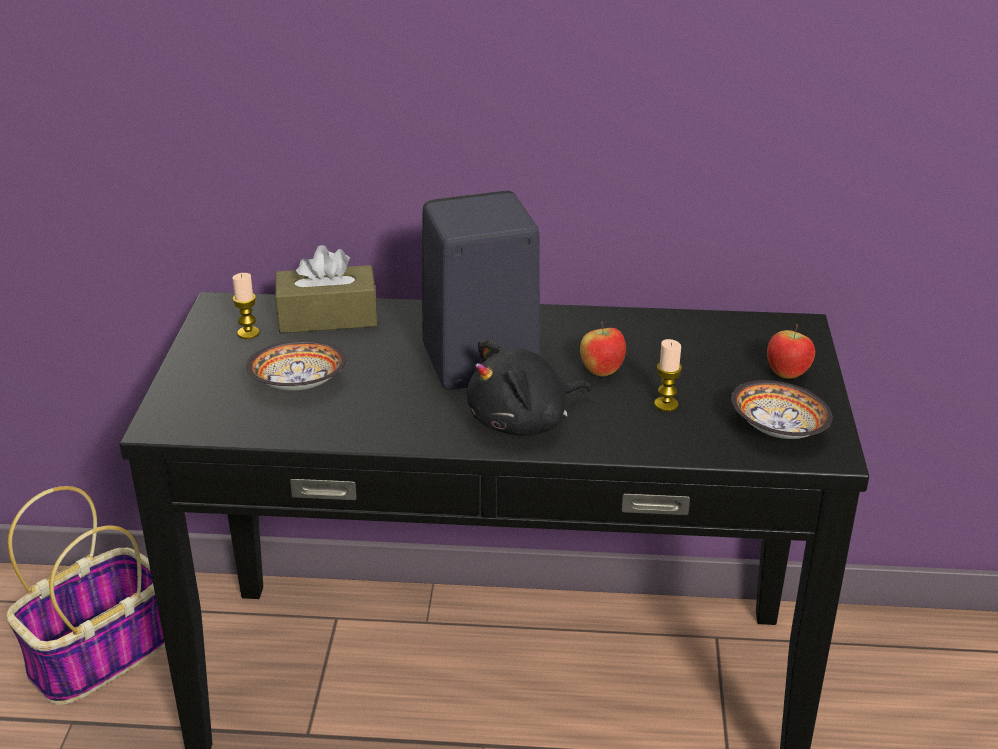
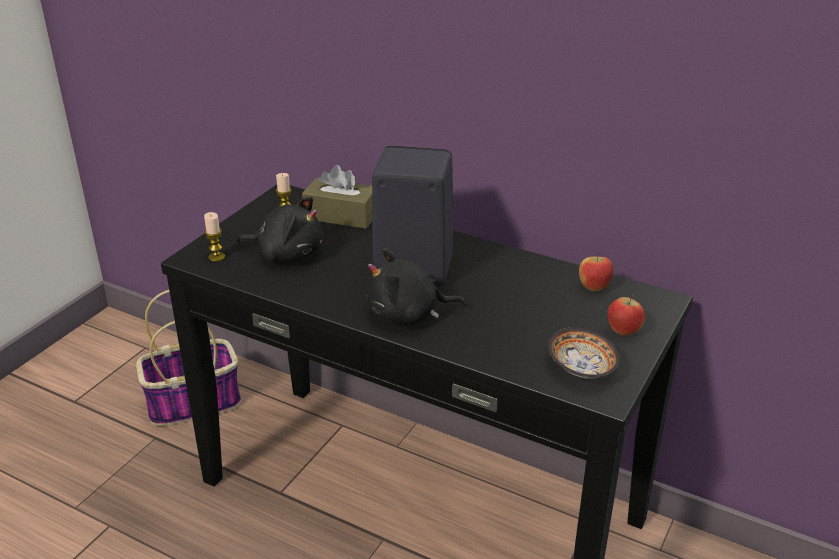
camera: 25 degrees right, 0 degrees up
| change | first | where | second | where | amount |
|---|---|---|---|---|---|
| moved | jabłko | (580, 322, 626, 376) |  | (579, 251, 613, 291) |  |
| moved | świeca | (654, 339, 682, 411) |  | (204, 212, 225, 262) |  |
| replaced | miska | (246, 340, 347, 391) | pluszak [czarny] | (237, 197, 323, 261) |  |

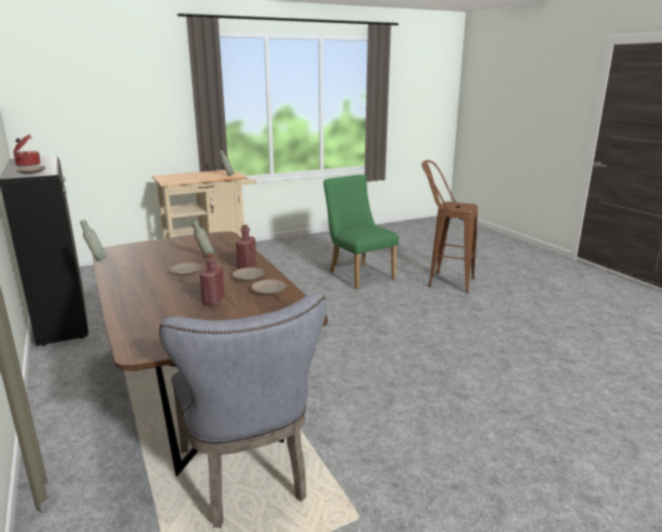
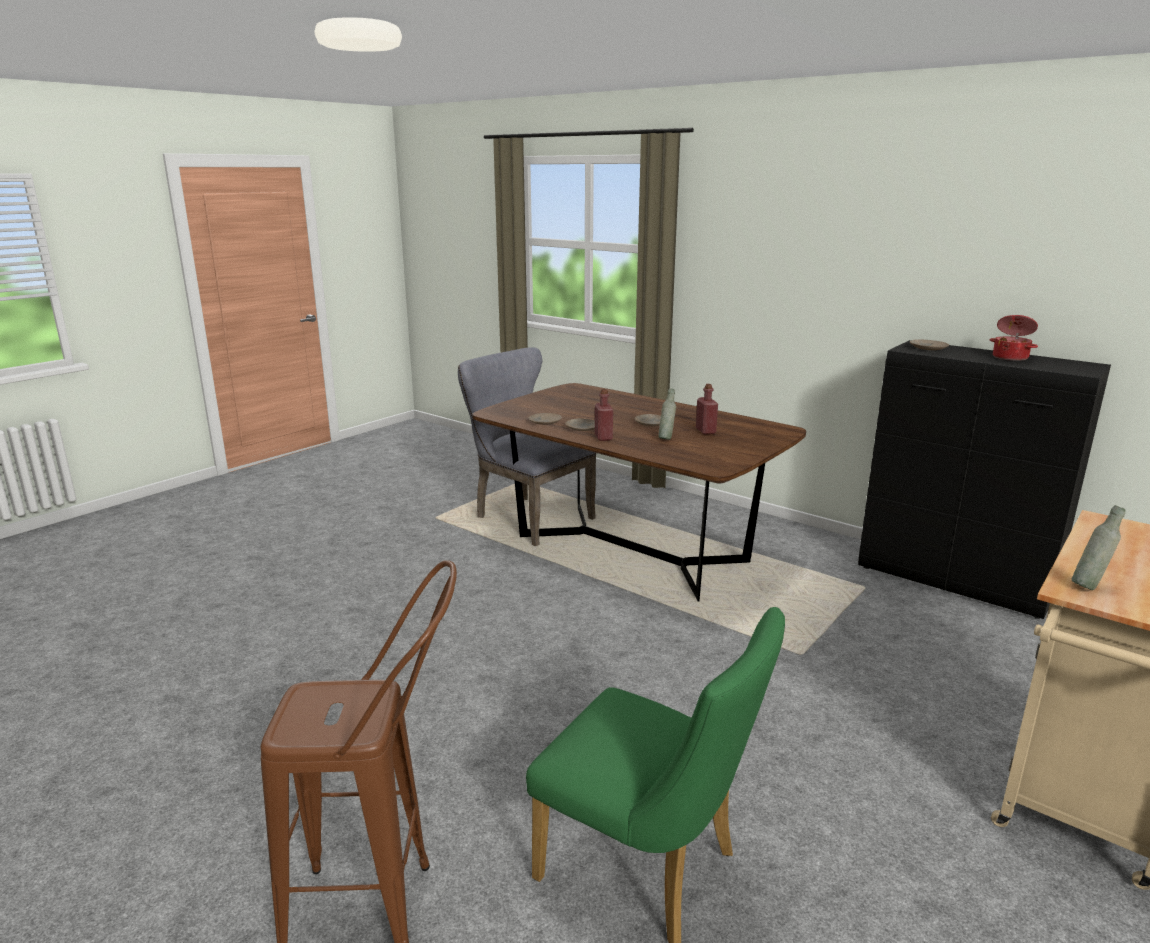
camera: 155 degrees right, 0 degrees up
| change | first | where | second | where | amount |
|---|---|---|---|---|---|
| removed | butelka [szary] | (80, 220, 107, 261) |  |  |  |
| moved | butelka [czerwony] | (200, 253, 225, 306) |  | (696, 384, 718, 434) |  |

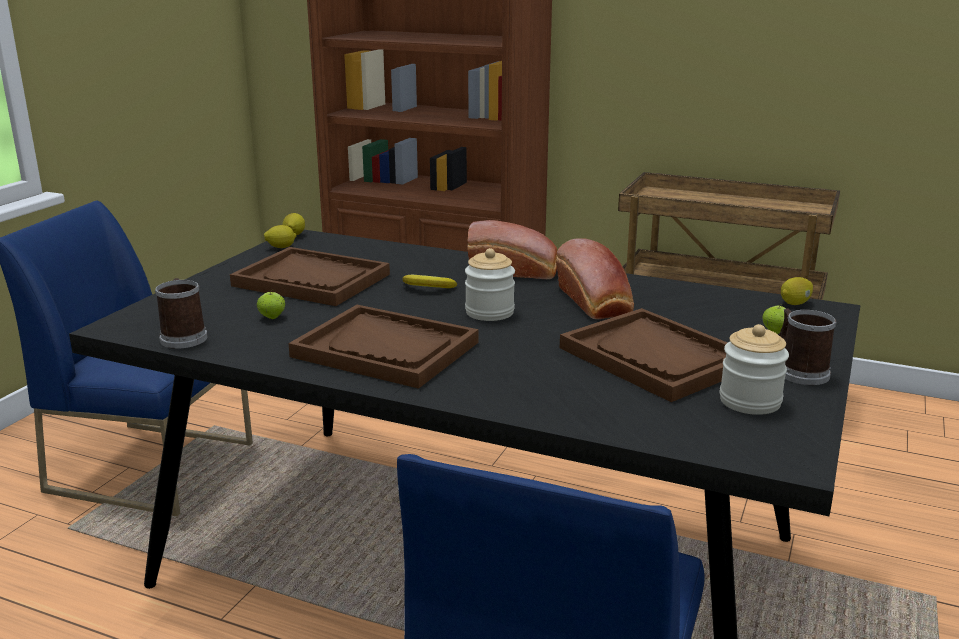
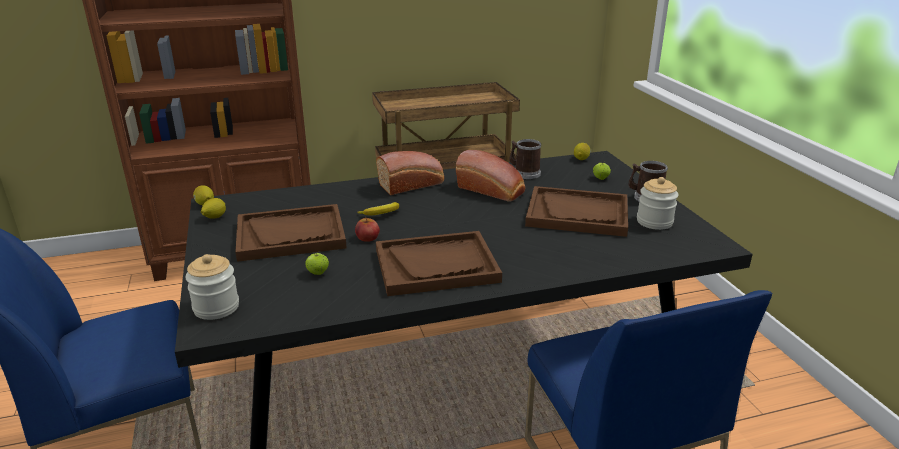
camera: 40 degrees left, 5 degrees up
| change | first | where | second | where | amount |
|---|---|---|---|---|---|
| added |  |  | jabłko | (355, 216, 380, 242) |  |
| moved | kubek | (155, 278, 208, 349) |  | (510, 139, 541, 179) |  |
| moved | słoik | (465, 248, 515, 321) |  | (185, 254, 239, 320) |  |

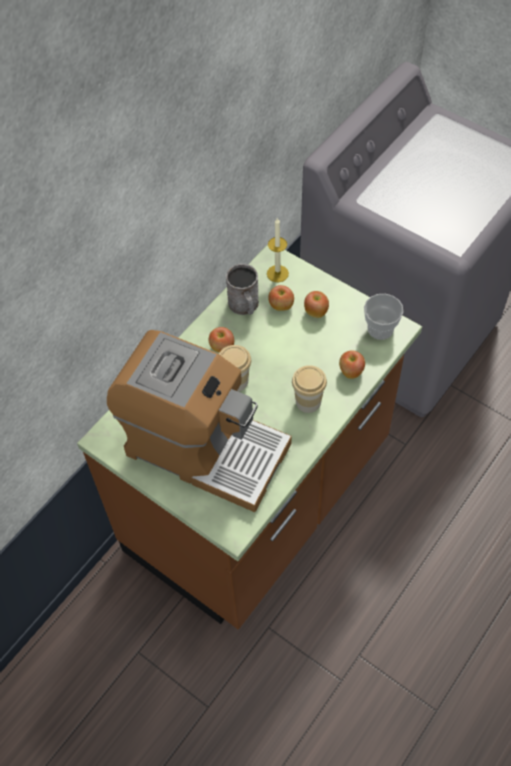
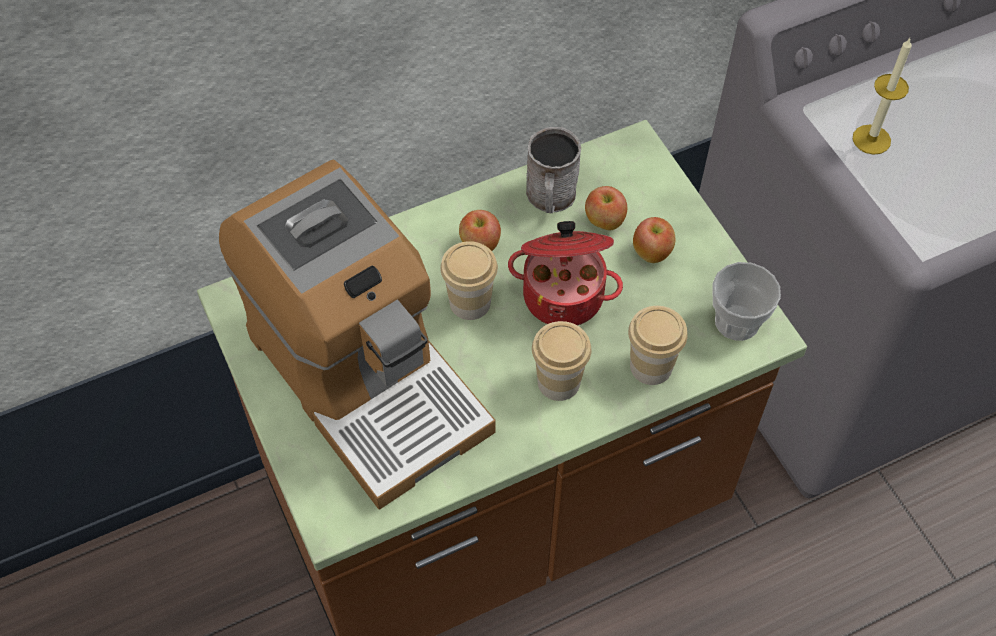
camera: 25 degrees right, 0 degrees up
| change | first | where | second | where | amount |
|---|---|---|---|---|---|
| added |  |  | garnek | (508, 221, 623, 326) |  |
| moved | świeca | (267, 218, 289, 282) |  | (853, 38, 912, 155) |  |
| replaced | jabłko | (339, 350, 365, 379) | filiżanka | (628, 306, 688, 385) |  |

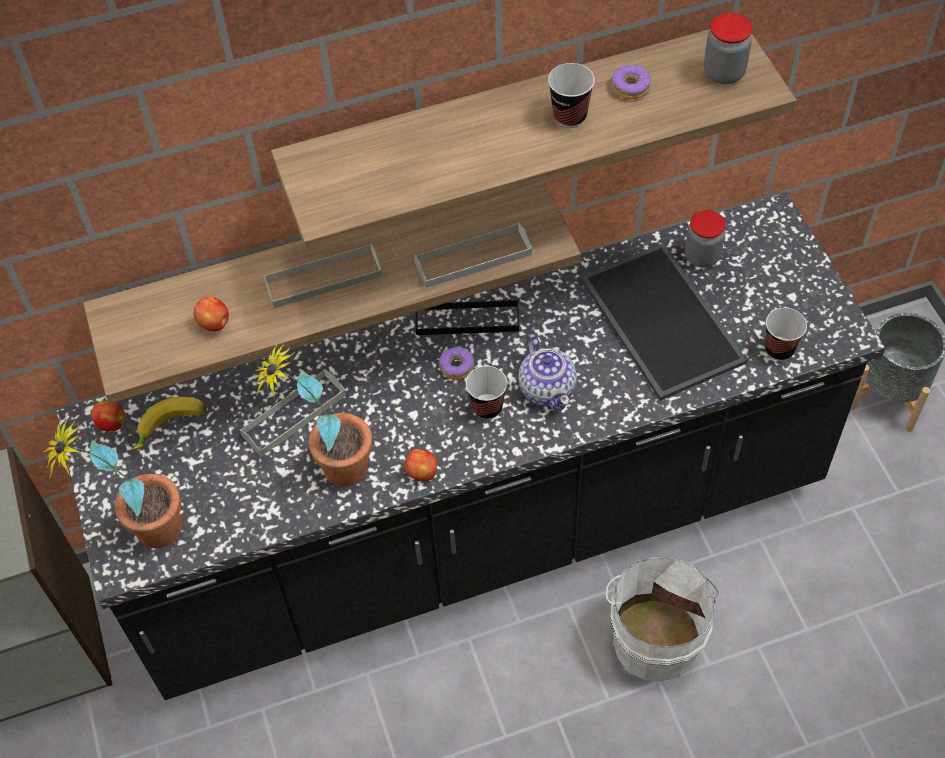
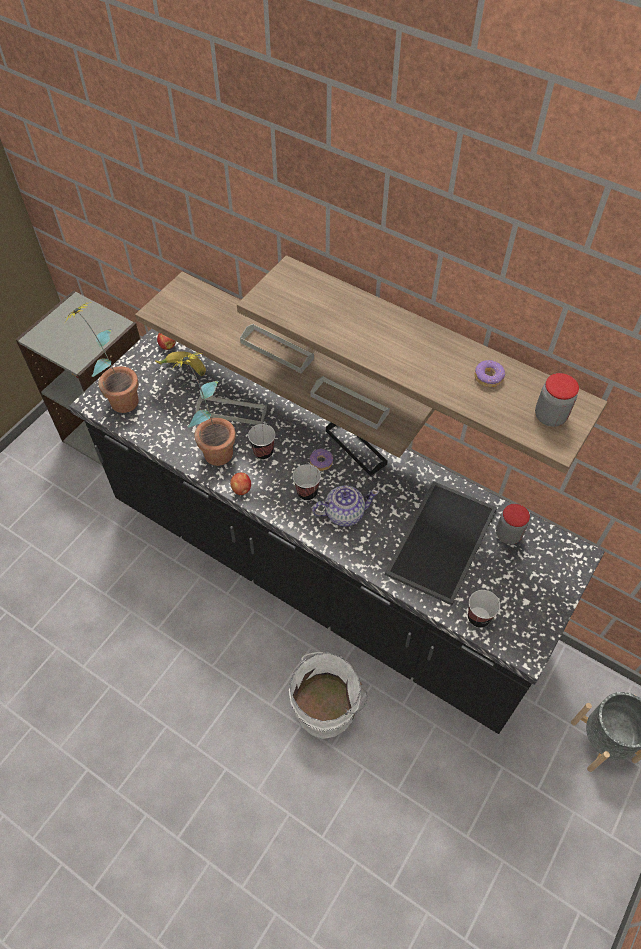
camera: 50 degrees right, 0 degrees up
| change | first | where | second | where | amount |
|---|---|---|---|---|---|
| removed | jabłko | (194, 296, 229, 332) |  |  |  |
| moved | filiżanka | (548, 63, 595, 128) |  | (248, 424, 275, 460) |  |
| turned | imbryk | (518, 334, 577, 411) |  | (312, 485, 379, 527) | 135 degrees counterclockwise |

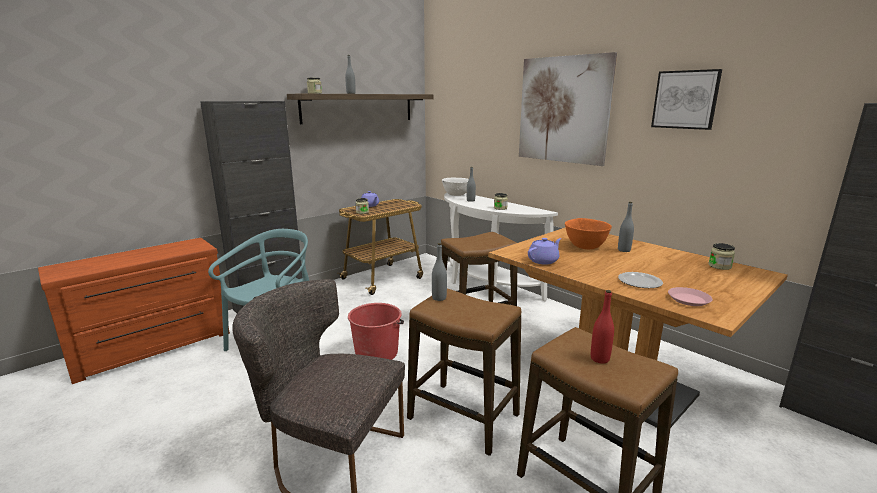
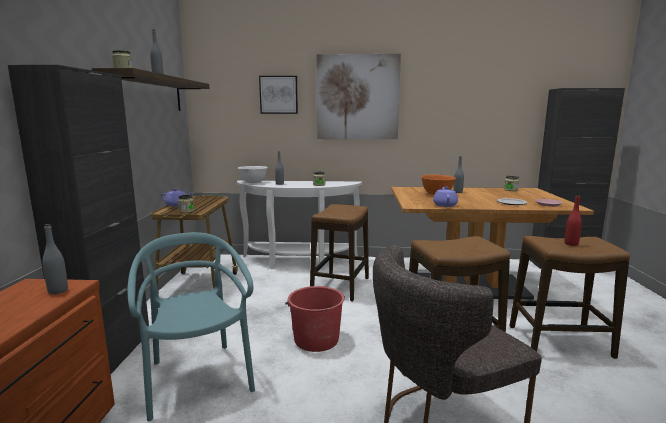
camera: 45 degrees left, 5 degrees down
| change | first | where | second | where | amount |
|---|---|---|---|---|---|
| moved | butelka [szary] | (432, 243, 447, 301) |  | (42, 224, 68, 294) |  |
| moved | obraz | (651, 69, 722, 130) |  | (259, 76, 298, 114) |  |

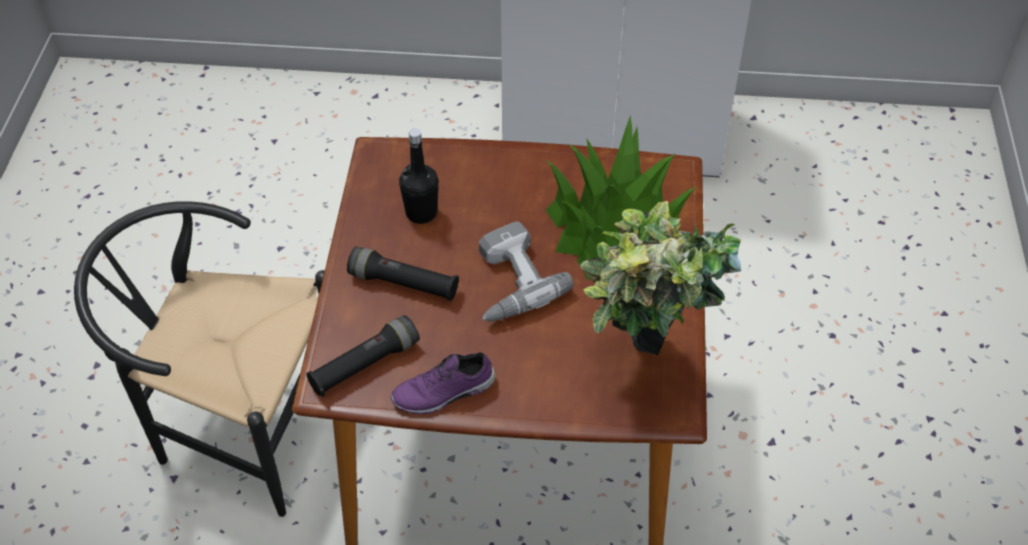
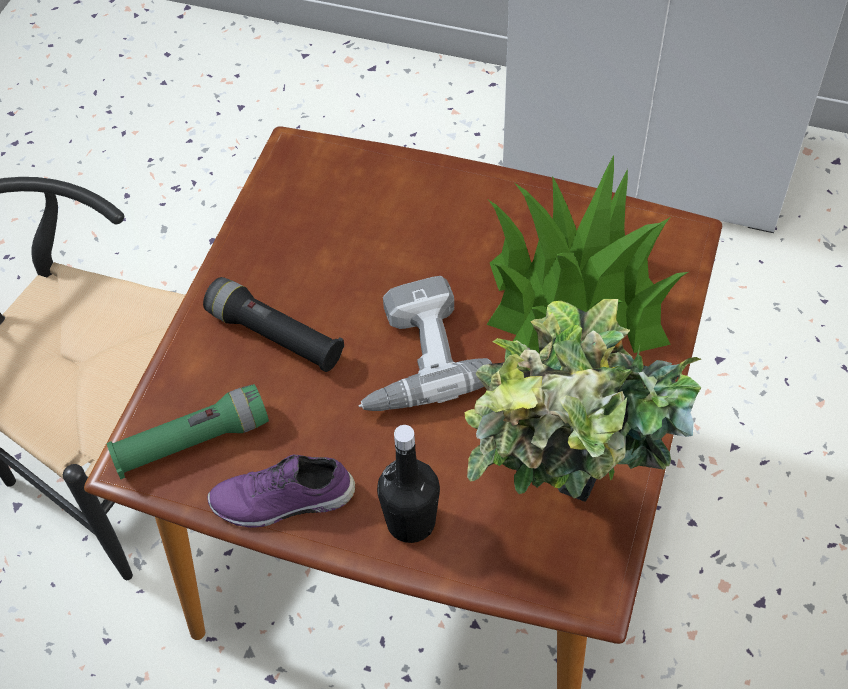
camera: 15 degrees right, 5 degrees up
| change | first | where | second | where | amount |
|---|---|---|---|---|---|
| moved | butelka [czarny] | (399, 128, 439, 224) |  | (377, 425, 440, 543) |  |
| recoloured | latarka [czarny] | (306, 315, 419, 397) | latarka [zielony] | (107, 384, 269, 479) |  |

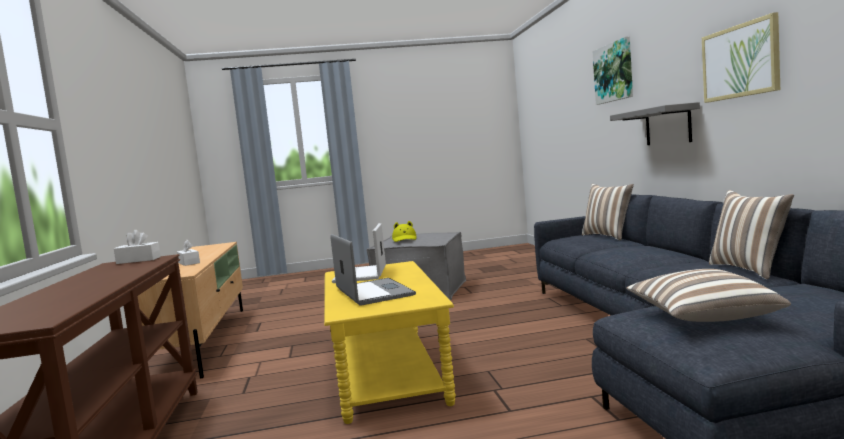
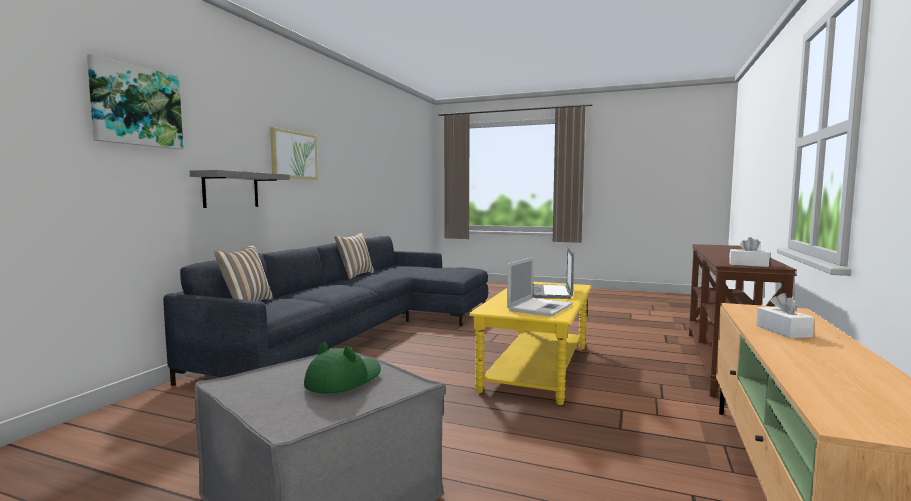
camera: 150 degrees left, 0 degrees up
| change | first | where | second | where | amount |
|---|---|---|---|---|---|
| removed | poduszka | (626, 269, 791, 322) |  |  |  |
| recoloured | kapelusz [żółty] | (392, 221, 416, 242) | kapelusz [zielony] | (304, 342, 381, 393) |  |

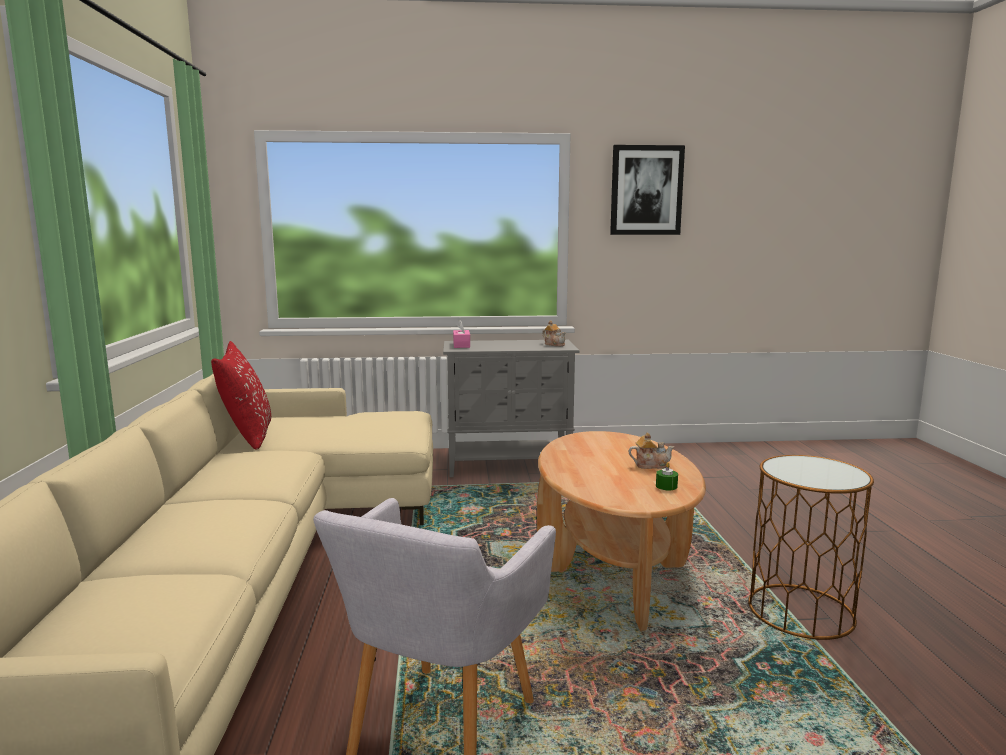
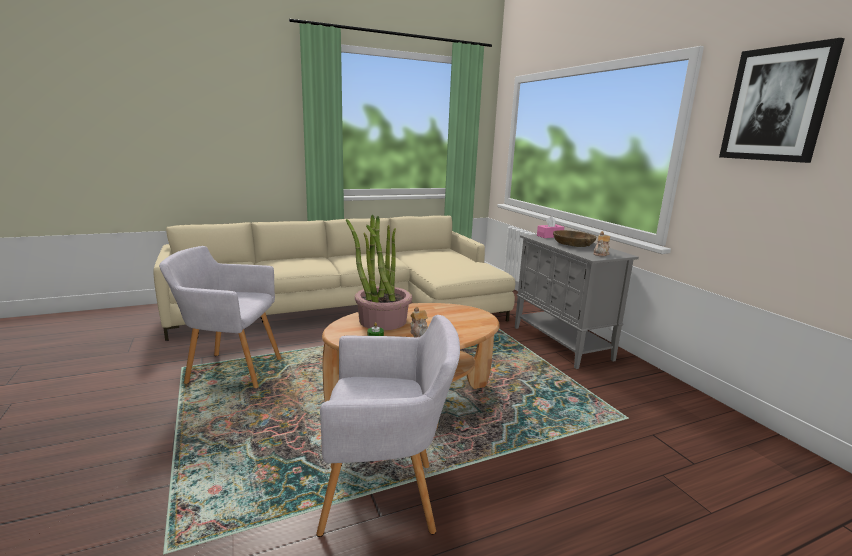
camera: 70 degrees right, 5 degrees up
| change | first | where | second | where | amount |
|---|---|---|---|---|---|
| removed | poduszka [czerwony] | (211, 341, 271, 449) |  |  |  |
| added |  |  | roślina doniczkowa | (346, 214, 412, 330) |  |
| added |  |  | miska [brązowy] | (553, 230, 596, 247) |  |
| replaced | stolik [brązowy] | (748, 455, 874, 640) | fotel [szary] | (316, 315, 460, 537) |  |

